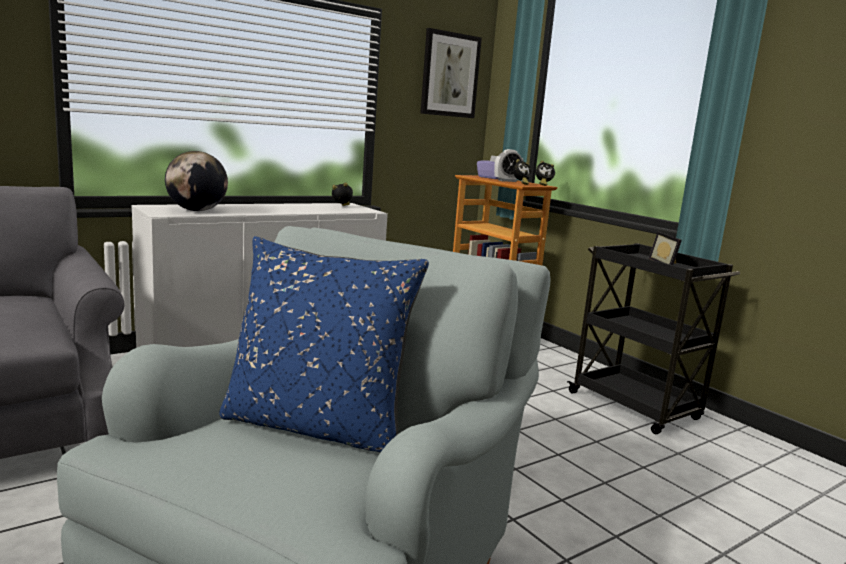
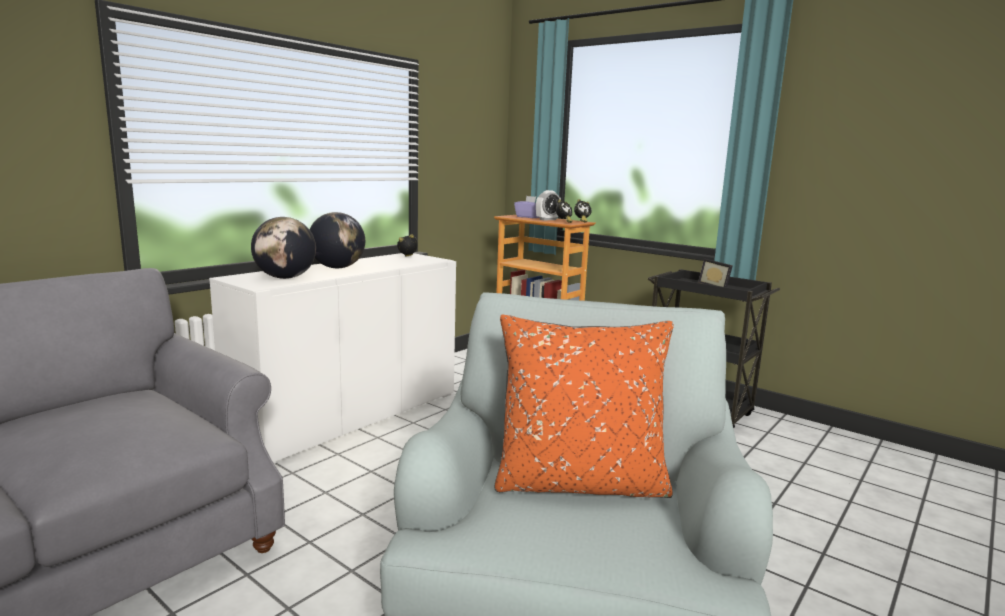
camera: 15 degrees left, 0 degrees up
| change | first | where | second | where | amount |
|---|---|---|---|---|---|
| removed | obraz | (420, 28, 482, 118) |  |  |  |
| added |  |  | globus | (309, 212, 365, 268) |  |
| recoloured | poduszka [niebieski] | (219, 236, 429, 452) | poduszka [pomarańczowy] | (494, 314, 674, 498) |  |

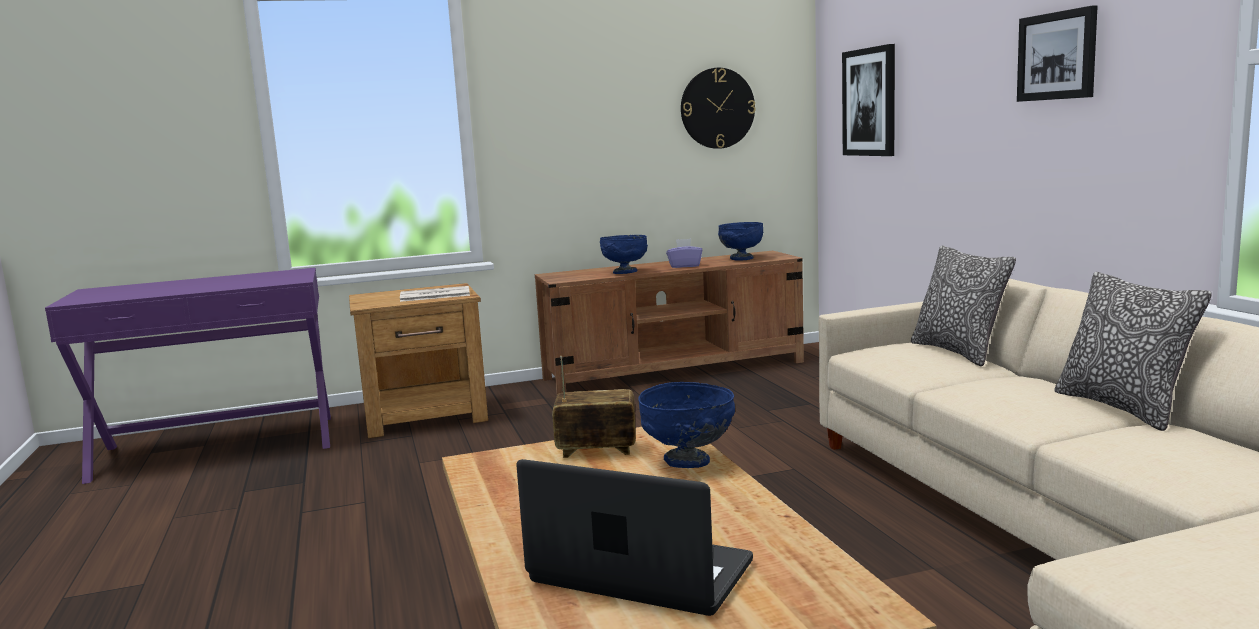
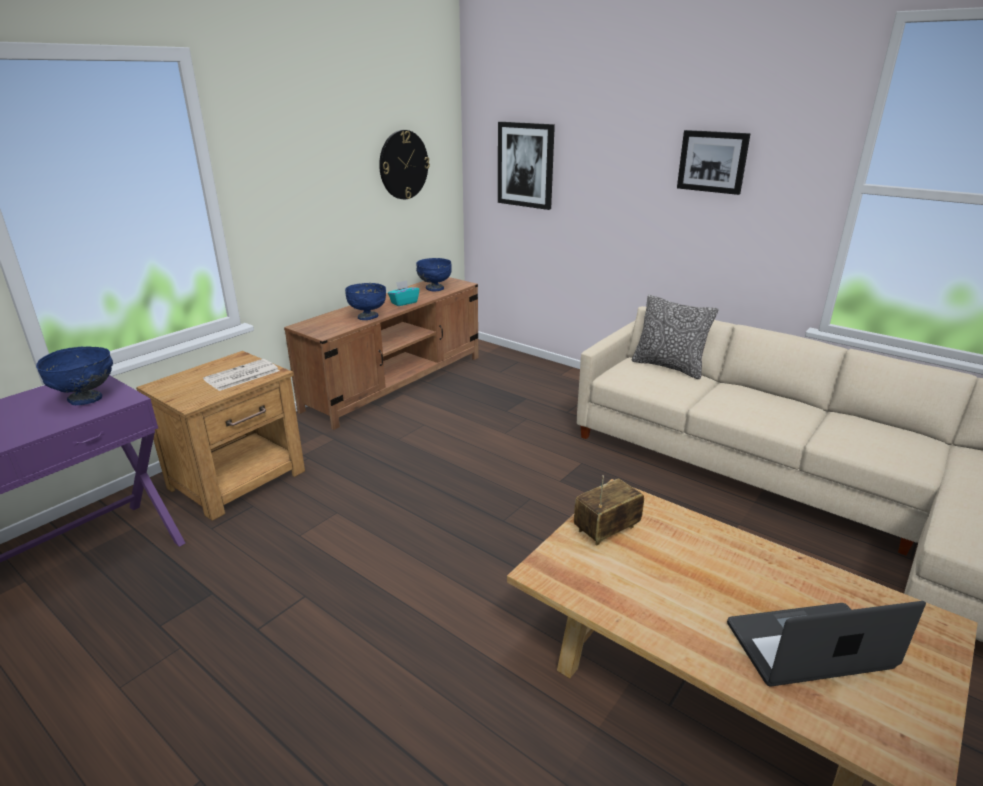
camera: 35 degrees left, 15 degrees up
| change | first | where | second | where | amount |
|---|---|---|---|---|---|
| removed | poduszka | (1054, 272, 1212, 431) |  |  |  |
| moved | miska [niebieski] | (638, 382, 735, 468) |  | (36, 346, 113, 405) |  |
| recoloured | pudełko chusteczek [fioletowy] | (666, 239, 702, 268) | pudełko chusteczek [turkusowy] | (388, 280, 419, 306) |  |

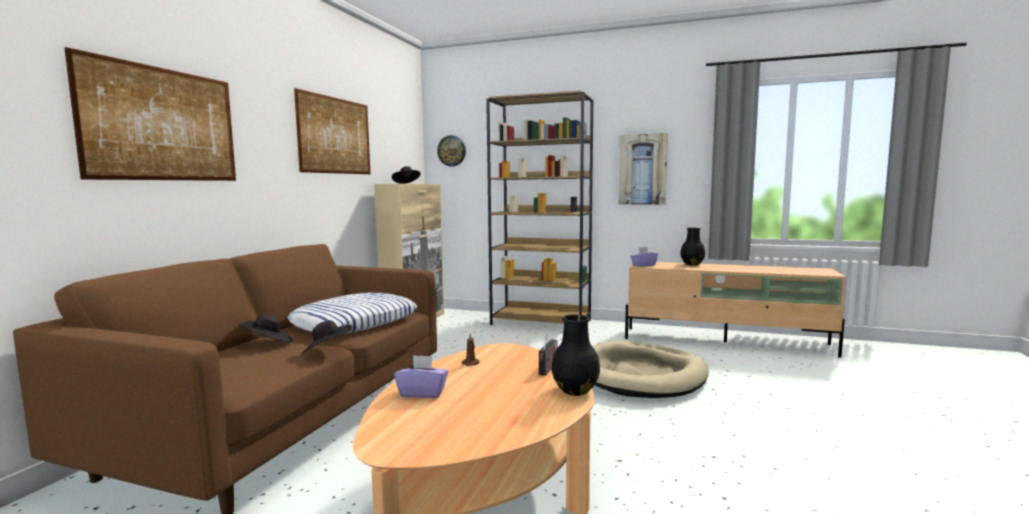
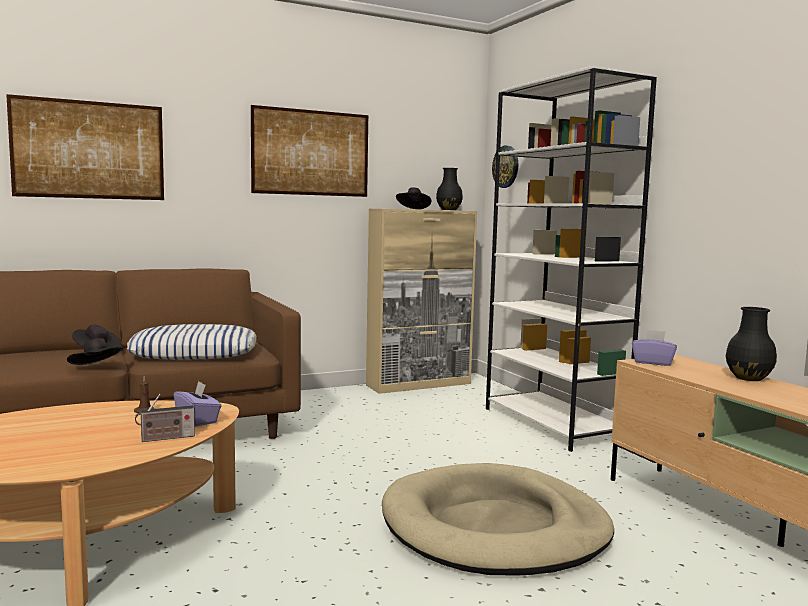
camera: 45 degrees right, 0 degrees up
| change | first | where | second | where | amount |
|---|---|---|---|---|---|
| removed | obraz | (619, 133, 668, 205) |  |  |  |
| moved | pudełko chusteczek [fioletowy] | (394, 355, 448, 398) |  | (174, 381, 221, 427) |  |
| moved | wazon [czarny] | (551, 314, 600, 396) |  | (436, 168, 463, 210) |  |
| recoloured | regał [brązowy] | (486, 90, 593, 325) | regał [biały] | (486, 66, 657, 452) |  |

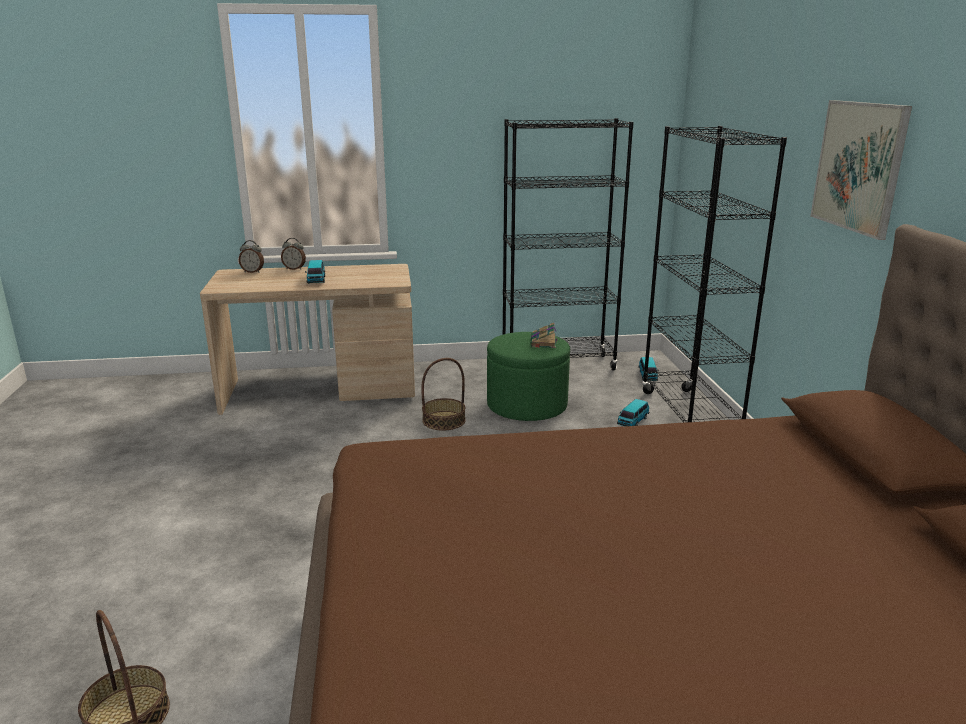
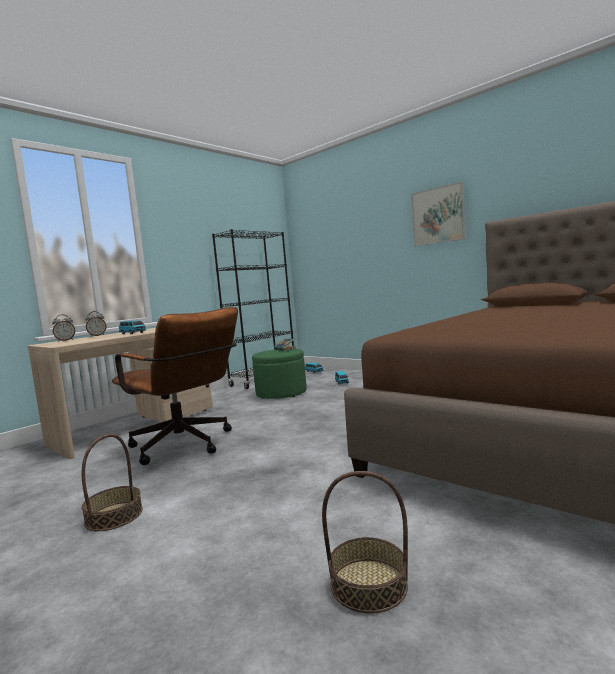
camera: 40 degrees left, 15 degrees down
| change | first | where | second | where | amount |
|---|---|---|---|---|---|
| removed | regał [czarny] | (642, 126, 787, 422) |  |  |  |
| added |  |  | krzesło biurowe [brązowy] | (112, 307, 238, 465) |  |
| moved | koszyk | (421, 358, 466, 431) |  | (81, 434, 143, 531) |  |

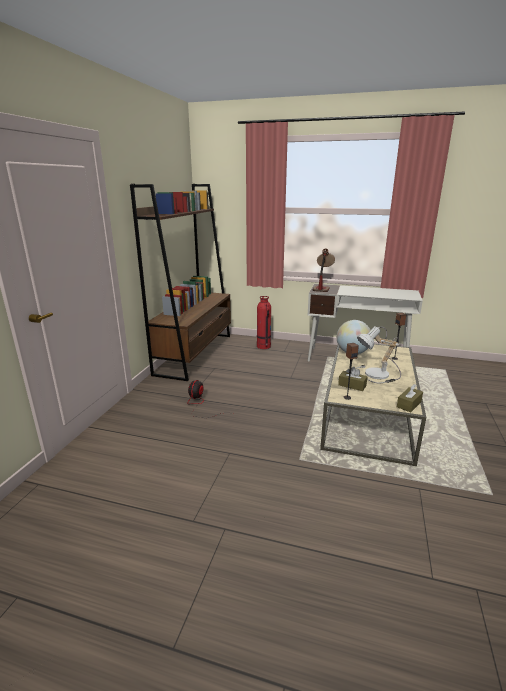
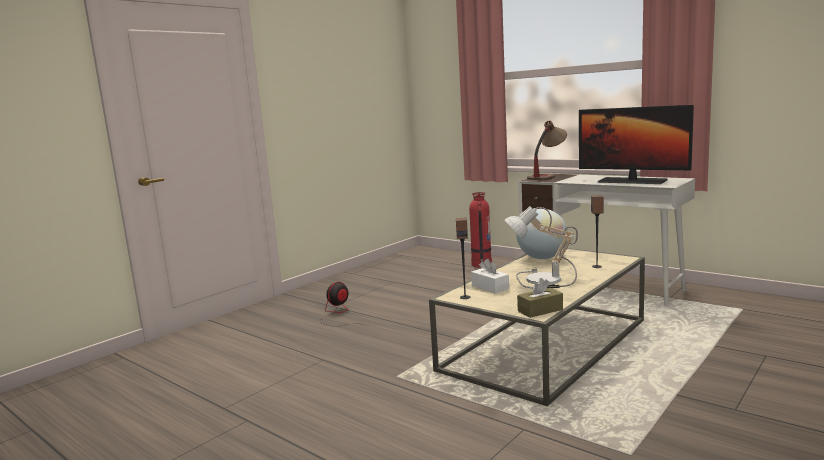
camera: 25 degrees right, 10 degrees down
| change | first | where | second | where | amount |
|---|---|---|---|---|---|
| removed | regał [brązowy] | (130, 184, 231, 381) |  |  |  |
| added |  |  | monitor | (579, 105, 694, 184) |  |
| recoloured | pudełko chusteczek [brązowy] | (338, 367, 368, 391) | pudełko chusteczek [biały] | (471, 259, 509, 294) |  |

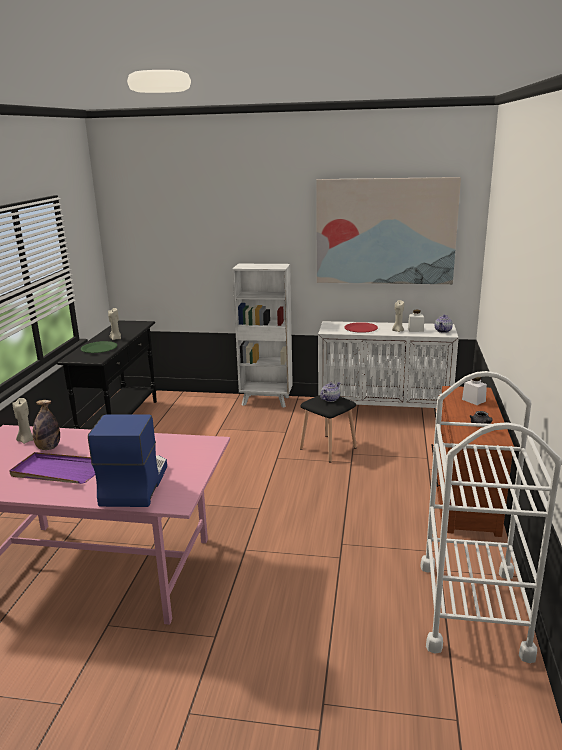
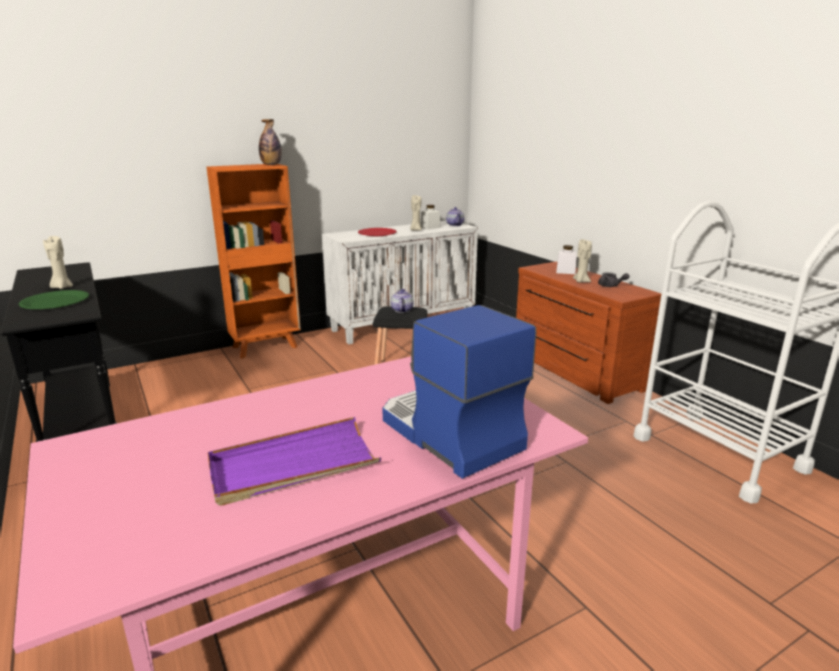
camera: 40 degrees left, 0 degrees up
| change | first | where | second | where | amount |
|---|---|---|---|---|---|
| removed | obraz | (316, 177, 461, 284) |  |  |  |
| moved | świeca [beżowy] | (12, 398, 33, 444) |  | (573, 239, 592, 283) |  |
| moved | butelka | (33, 400, 60, 450) |  | (259, 119, 282, 165) |  |
| recoloured | regał [biały] | (232, 264, 293, 408) | regał [pomarańczowy] | (207, 164, 301, 359) |  |

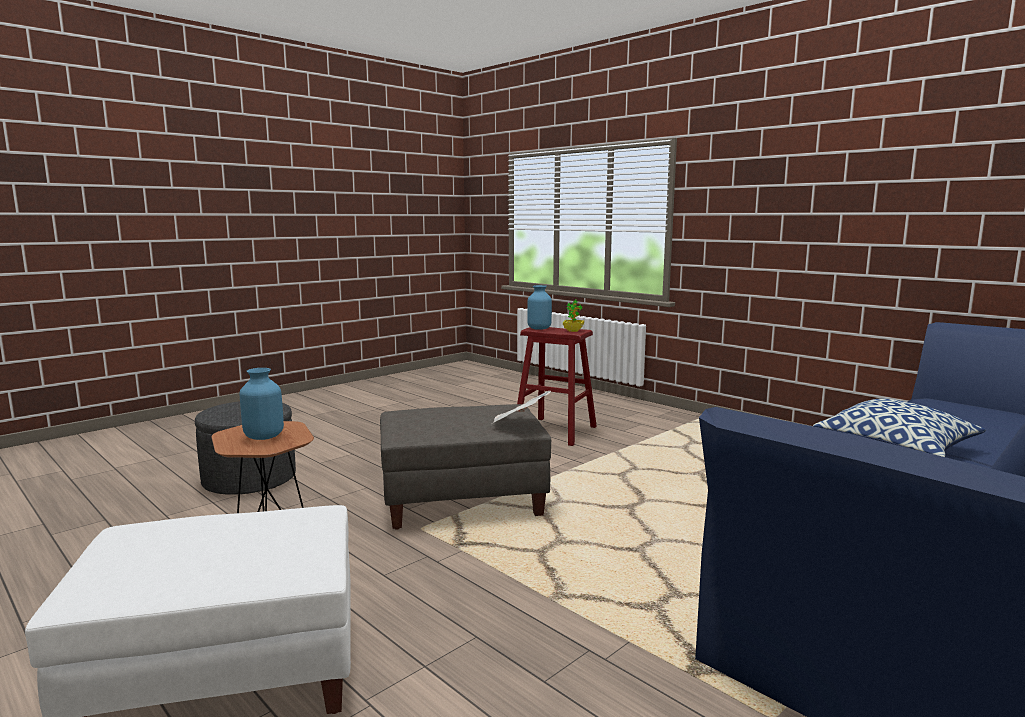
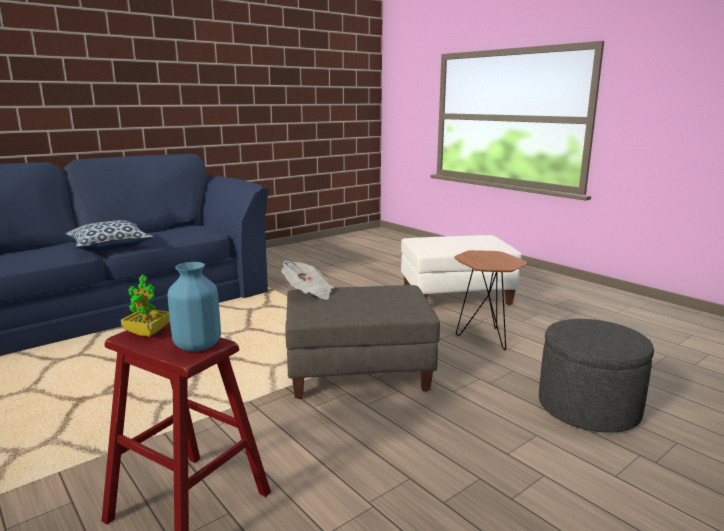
camera: 175 degrees left, 5 degrees up
| change | first | where | second | where | amount |
|---|---|---|---|---|---|
| removed | wazon [niebieski] | (240, 368, 284, 440) |  |  |  |

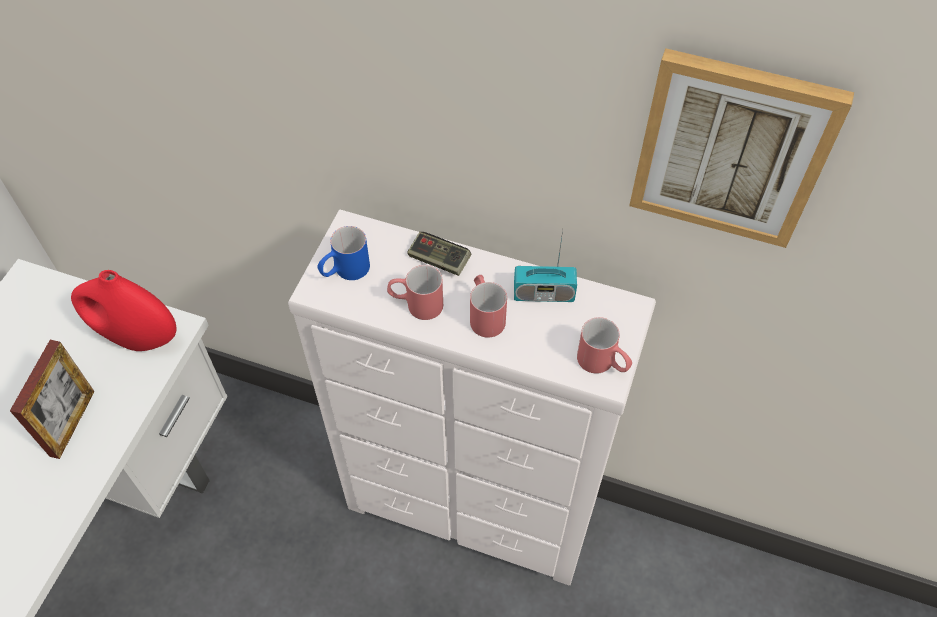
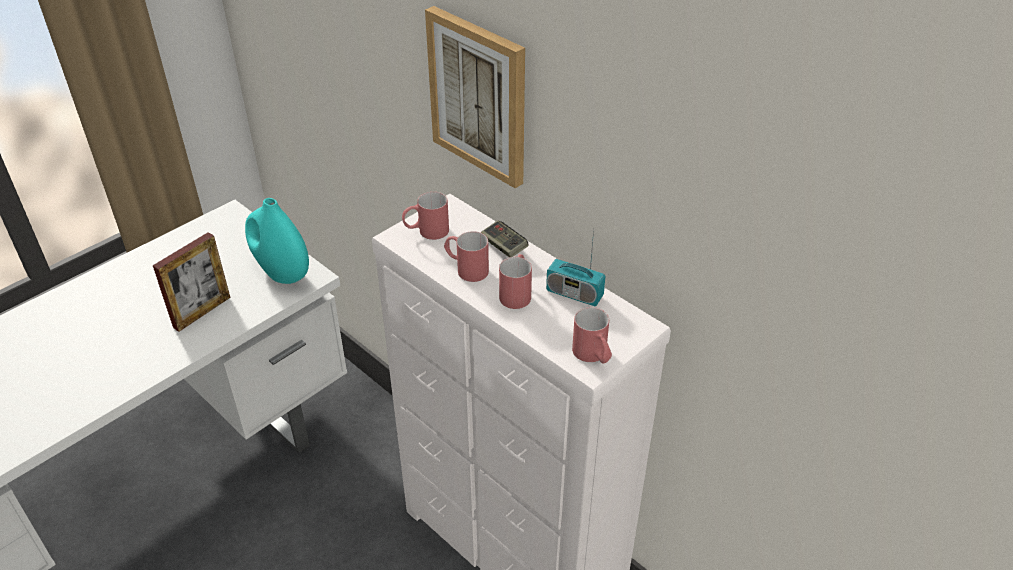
camera: 25 degrees right, 15 degrees down
| change | first | where | second | where | amount |
|---|---|---|---|---|---|
| moved | obraz | (629, 48, 854, 248) |  | (425, 6, 525, 188) |  |
| recoloured | wazon [czerwony] | (71, 270, 177, 351) | wazon [turkusowy] | (245, 198, 309, 284) |  |
| recoloured | kubek [niebieski] | (317, 226, 370, 280) | kubek [czerwony] | (402, 192, 449, 240) |  |

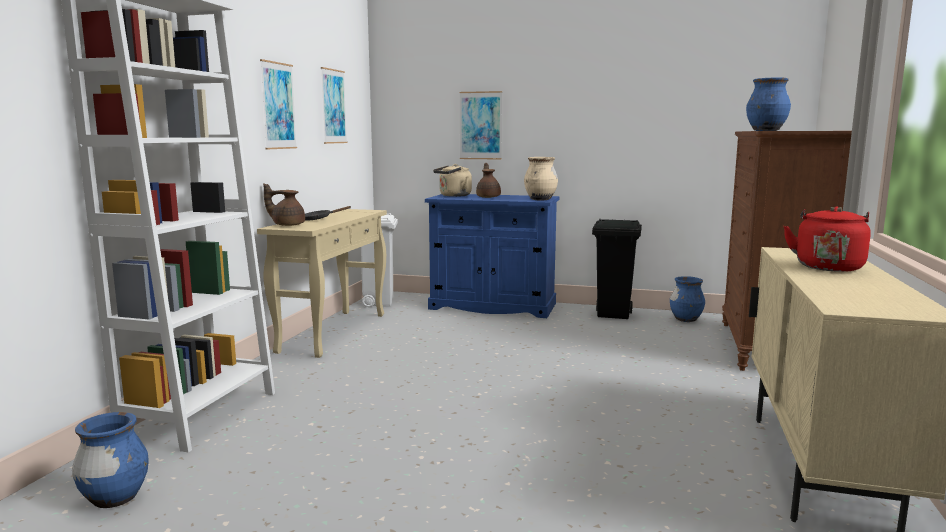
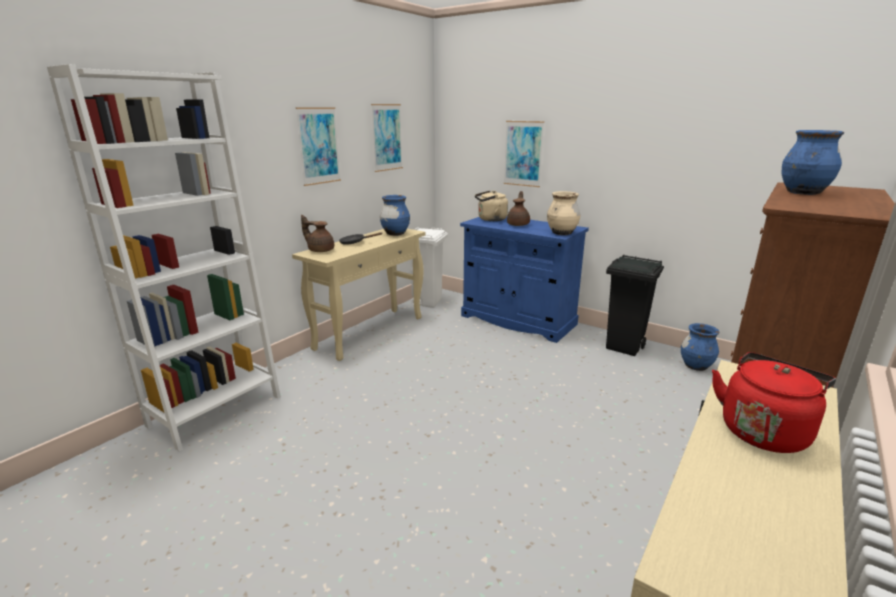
camera: 20 degrees right, 10 degrees up
| change | first | where | second | where | amount |
|---|---|---|---|---|---|
| moved | wazon [niebieski] | (72, 412, 149, 508) |  | (380, 195, 410, 236) |  |

